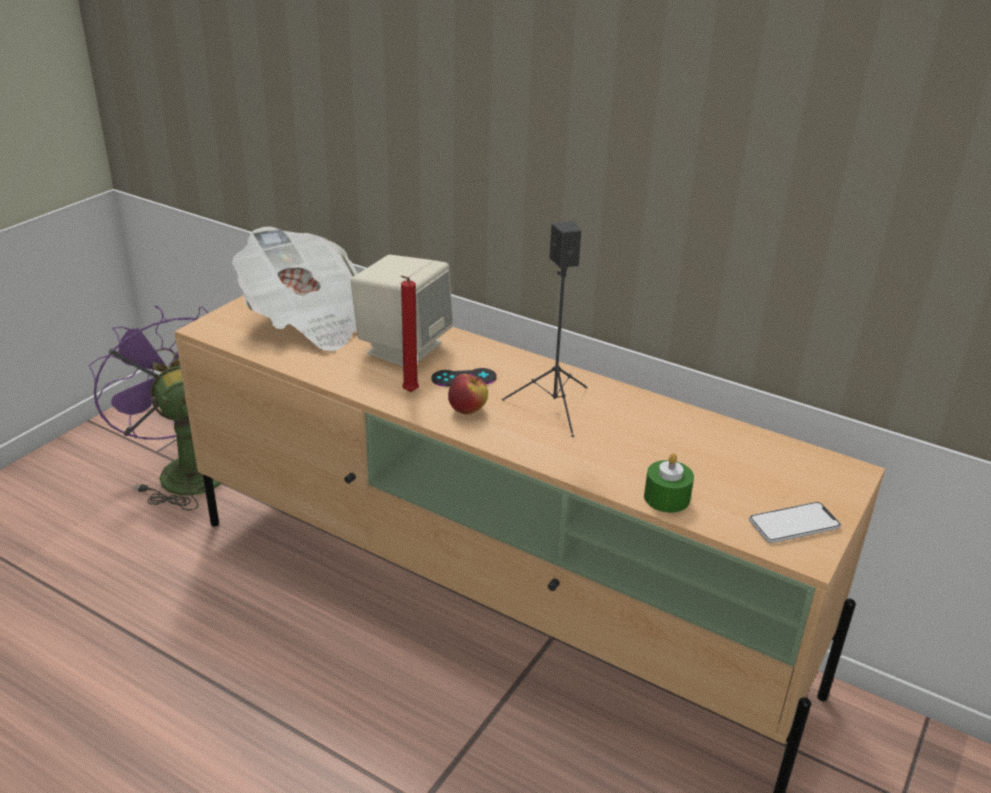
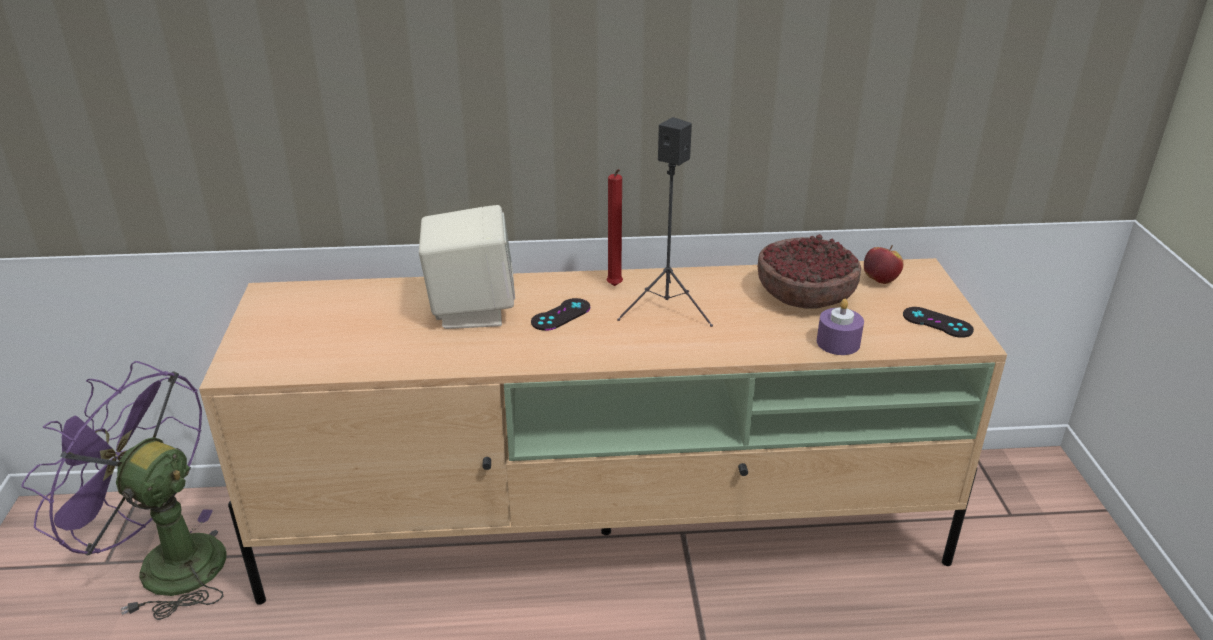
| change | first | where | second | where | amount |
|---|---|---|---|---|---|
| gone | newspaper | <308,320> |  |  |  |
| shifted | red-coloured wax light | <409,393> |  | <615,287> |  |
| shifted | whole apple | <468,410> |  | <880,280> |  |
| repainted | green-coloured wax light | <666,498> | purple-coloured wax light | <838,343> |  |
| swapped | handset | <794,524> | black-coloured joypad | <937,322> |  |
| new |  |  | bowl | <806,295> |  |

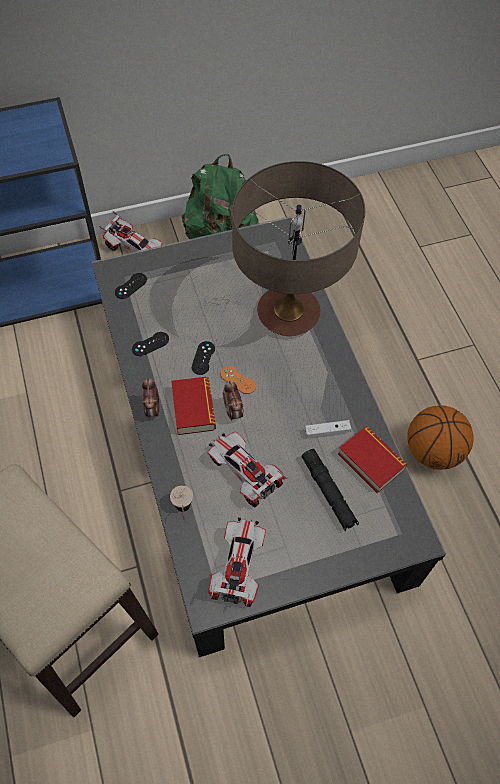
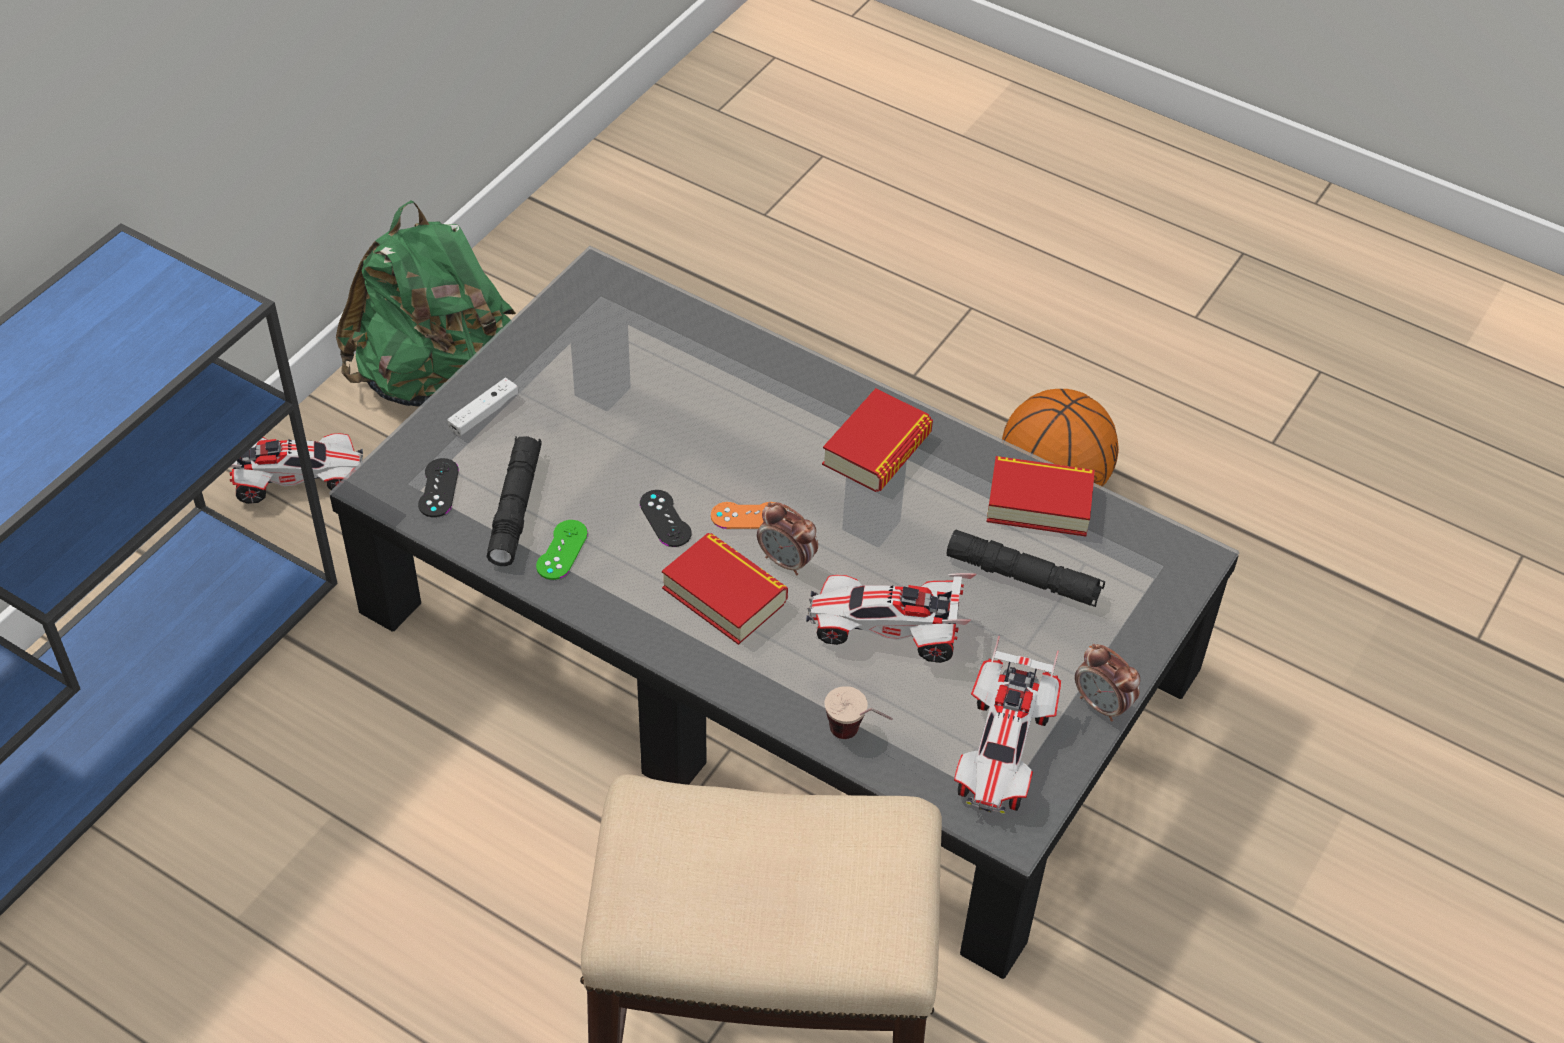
| change | first | where | second | where | amount |
|---|---|---|---|---|---|
| repainted | black-coloured joypad | <150,344> | green-coloured joypad | <562,550> |  |
| shifted | bedside clock | <152,409> |  | <1102,705> |  |
| rotated | model car | <238,567> |  | <1003,751> | 135 degrees counterclockwise |
| gone | tabletop lamp | <288,314> |  |  |  |
| shifted | white-coloured joypad | <327,431> |  | <484,413> |  |
| new |  |  | black-coloured flashlight | <515,507> |  |
| new |  |  | volume | <877,449> |  |

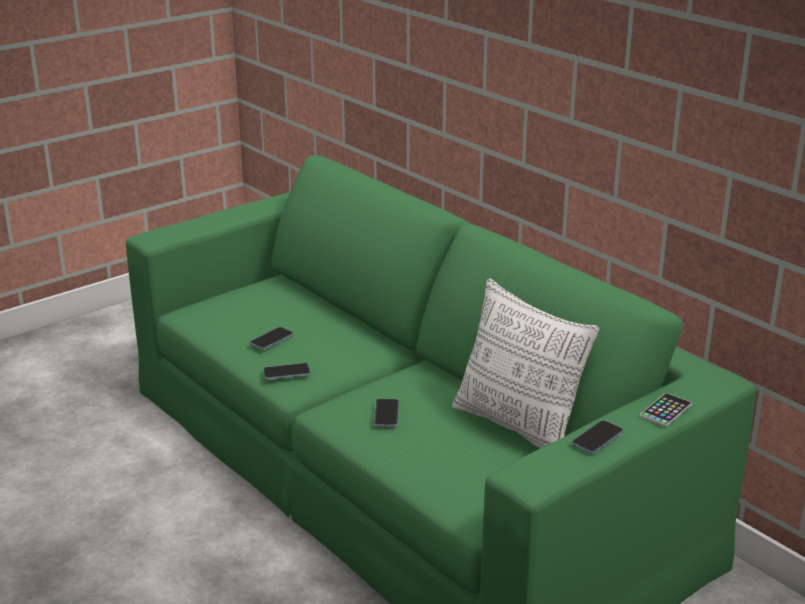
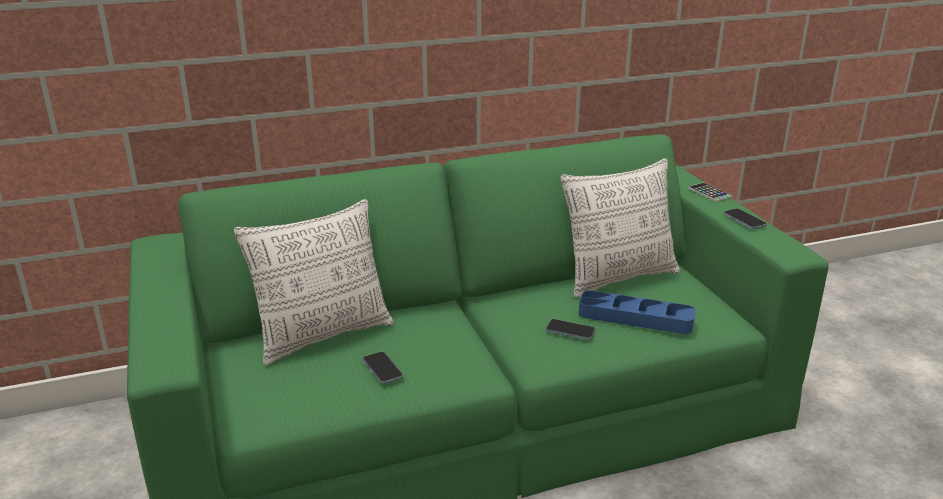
| change | first | where | second | where | amount |
|---|---|---|---|---|---|
| gone | handset | <286,373> |  |  |  |
| new |  |  | pillow | <323,335> |  |
| new |  |  | blue carrying tray | <635,318> |  |

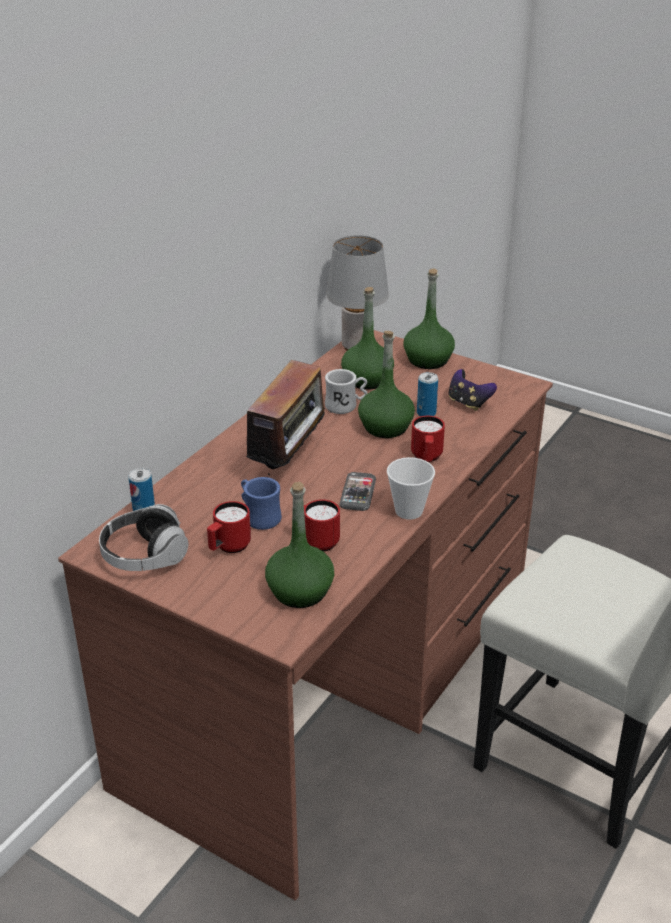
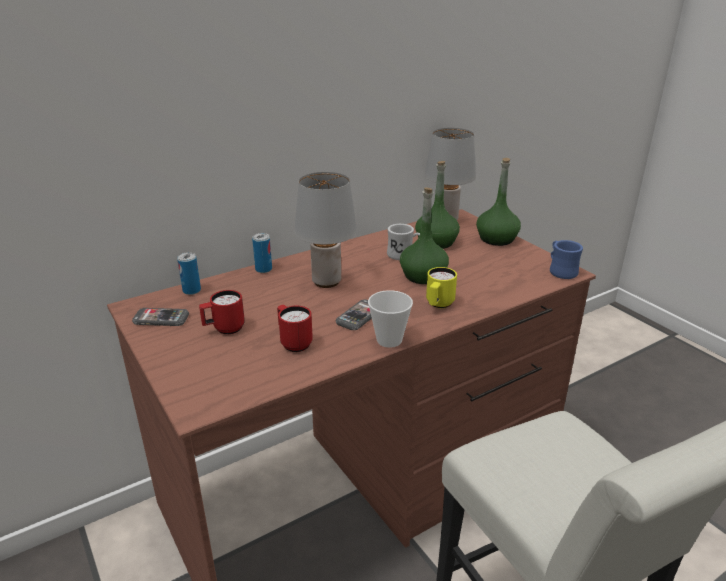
| change | first | where | second | where | amount |
|---|---|---|---|---|---|
| swapped | pair of headphones | <144,556> | handset | <161,319> |  |
| swapped | radio | <289,461> | gray tabletop lamp | <327,282> |  |
| shifted | blue mug | <259,517> |  | <560,271> |  |
| gone | green-coloured beverage bottle | <300,591> |  |  |  |
| repainted | red-coloured mug | <426,458> | yellowish mug | <438,305> |  |
| shifted | sealed can | <426,413> |  | <263,269> |  |
| gone | joypad | <468,403> |  |  |  |

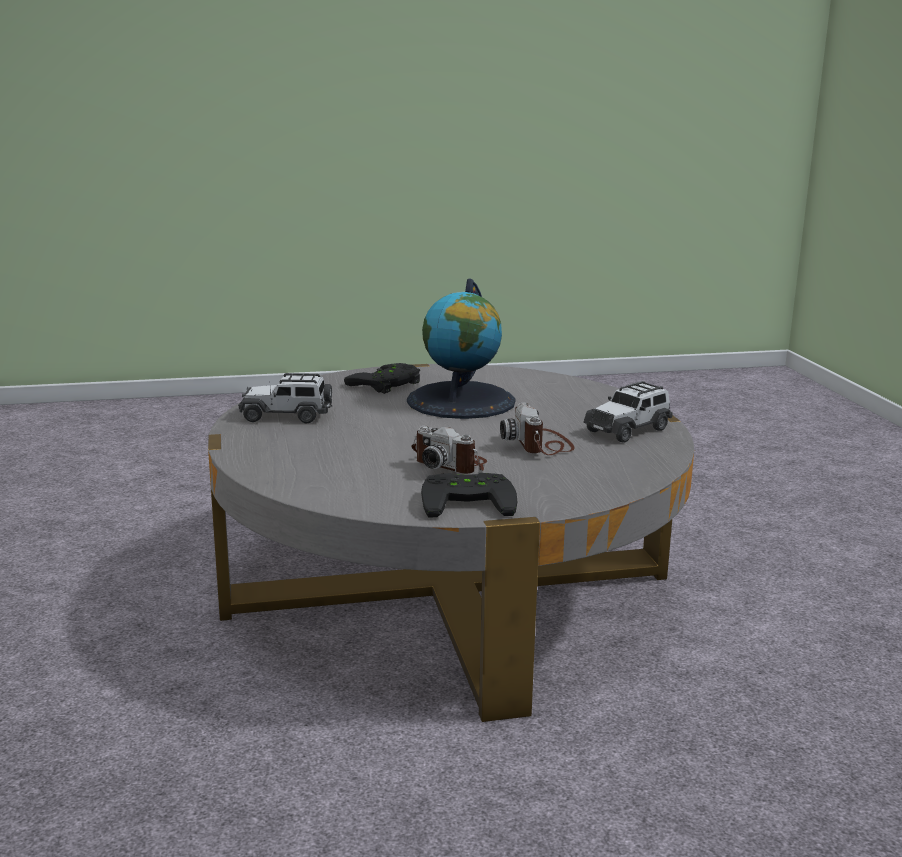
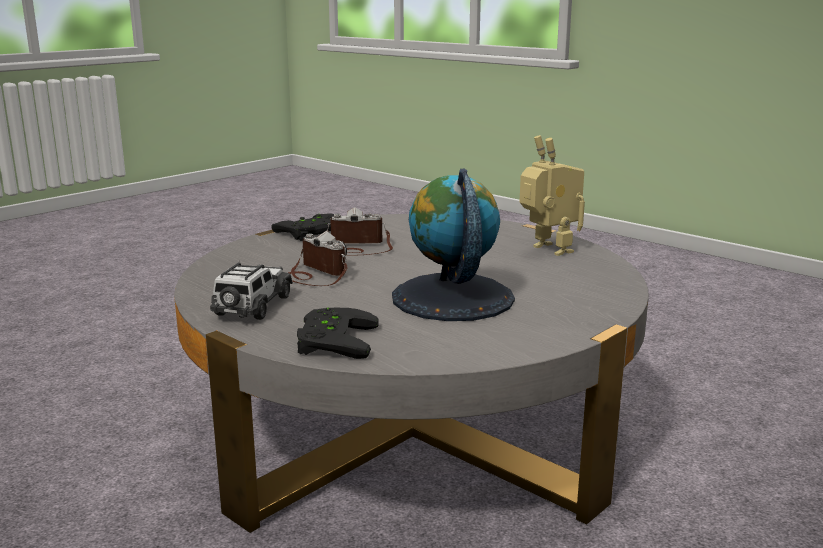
| change | first | where | second | where | amount |
|---|---|---|---|---|---|
| swapped | model car | <286,416> | model robot | <548,250> |  |
| shifted | black-coloured joypad | <387,384> |  | <331,340> |  |

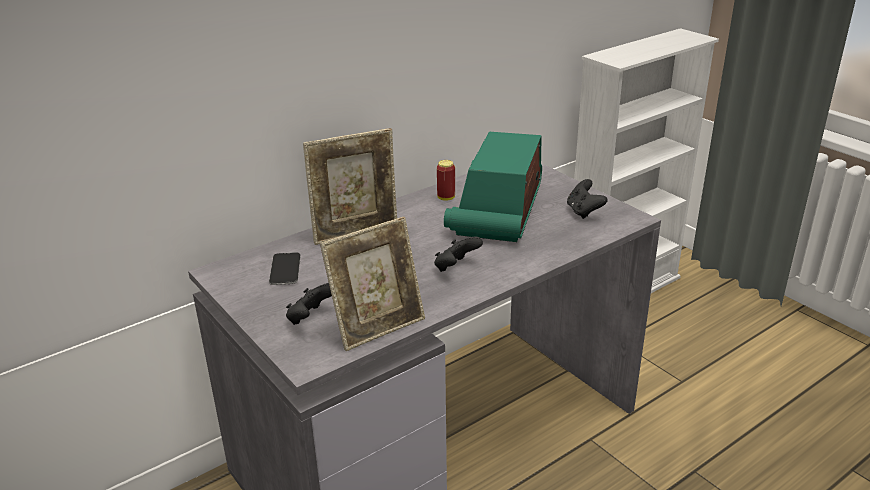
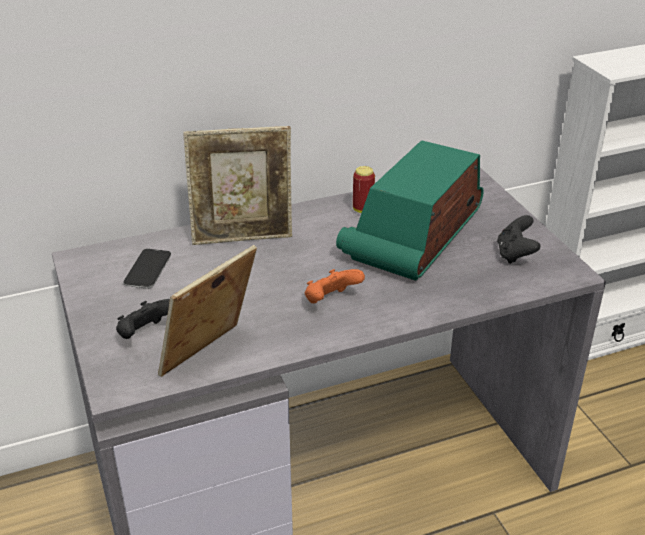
| change | first | where | second | where | amount |
|---|---|---|---|---|---|
| rotated | picture frame | <377,326> |  | <210,358> | 150 degrees clockwise |
| repainted | black-coloured joypad | <456,268> | orangey joypad | <331,301> |  |

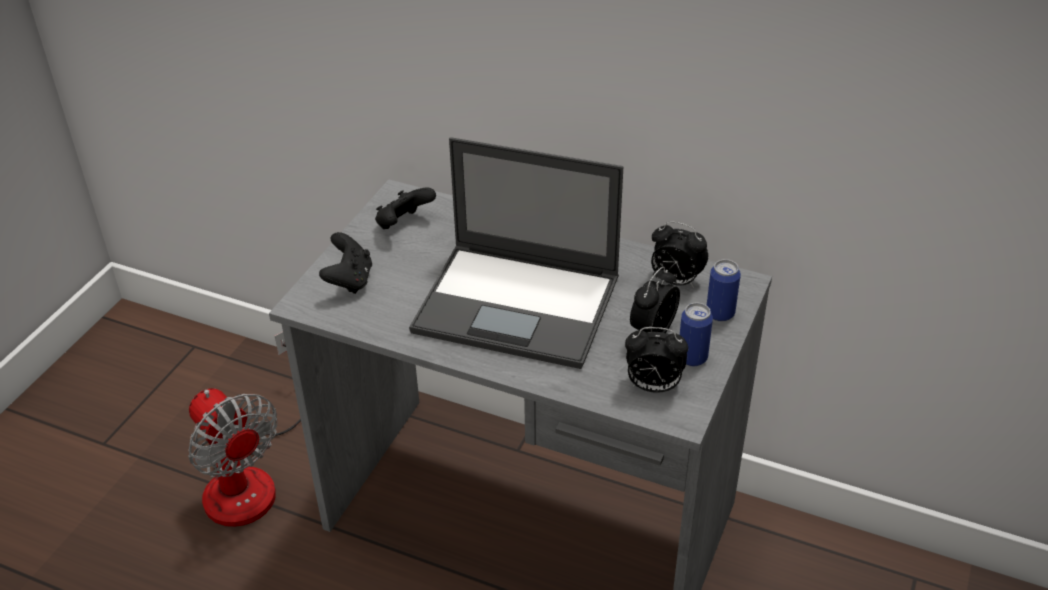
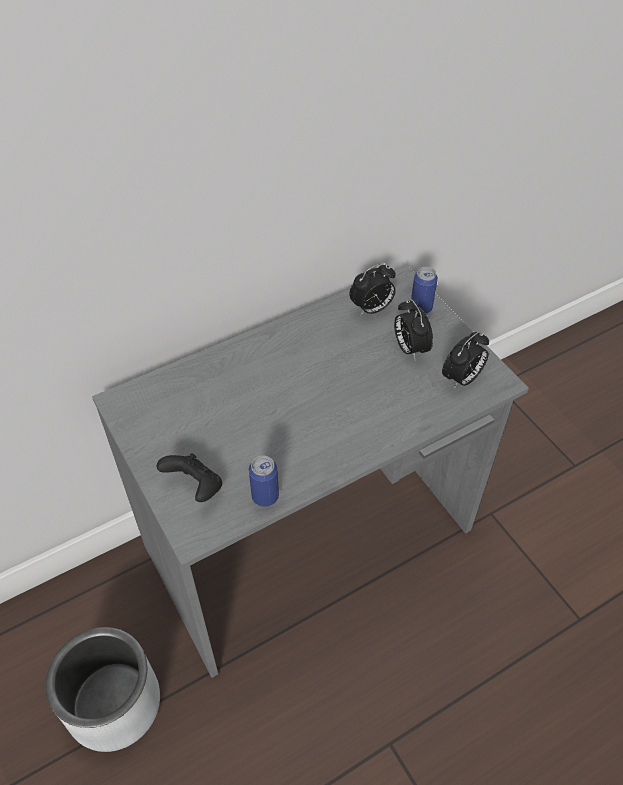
| change | first | where | second | where | amount |
|---|---|---|---|---|---|
| swapped | cooling fan | <250,476> | gray flower pot | <113,703> |  |
| gone | black-coloured joypad | <403,224> |  |  |  |
| gone | portable computer | <519,305> |  |  |  |
| shifted | sealed can | <692,357> |  | <265,496> |  |

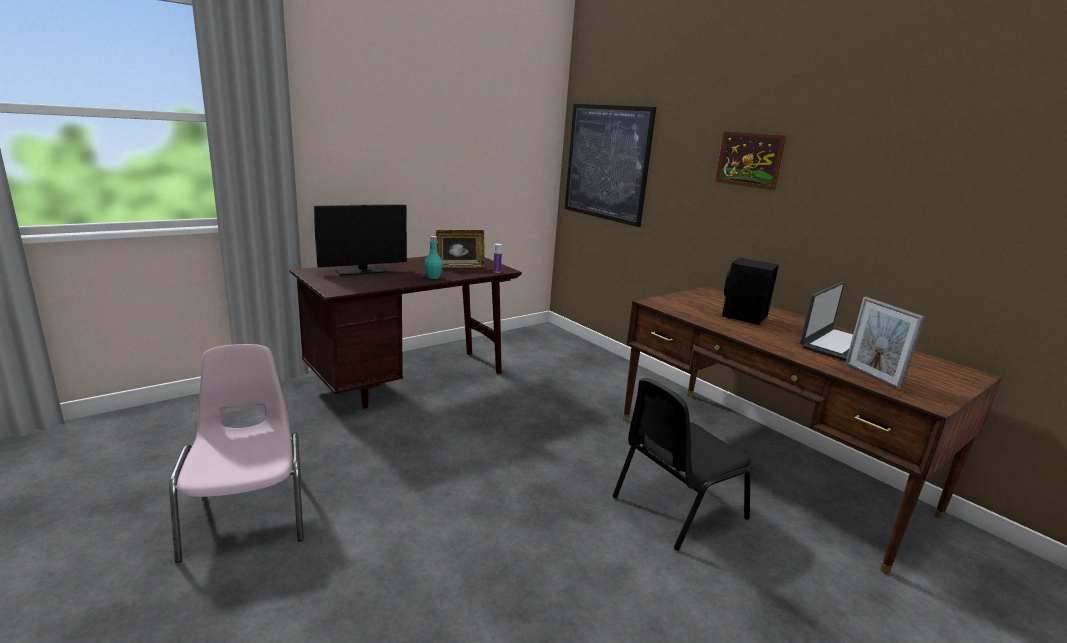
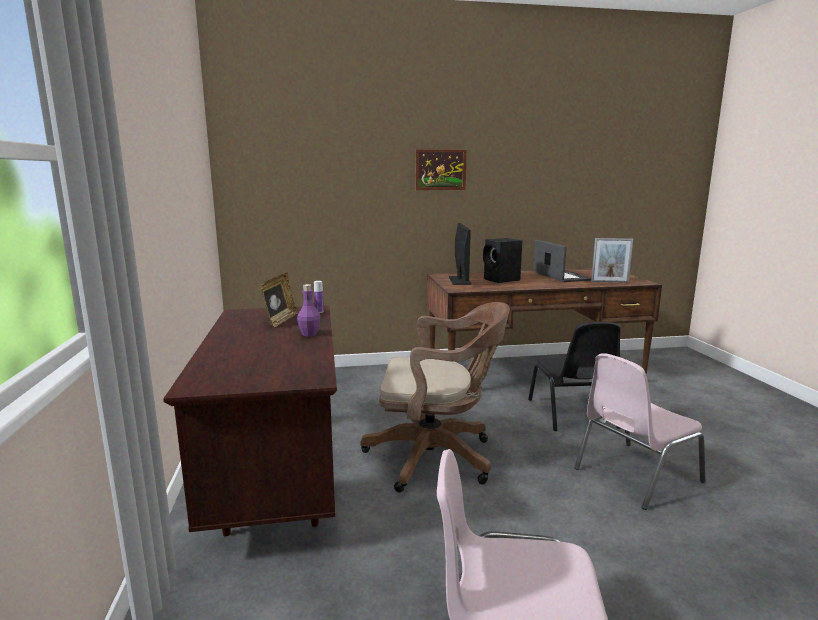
| change | first | where | second | where | amount |
|---|---|---|---|---|---|
| shifted | computer screen | <362,271> |  | <459,280> |  |
| repainted | turquoise-coloured beverage bottle | <433,277> | purple-coloured beverage bottle | <309,334> |  |
| gone | picture | <607,163> |  |  |  |
| new |  |  | brownish desk chair | <437,457> |  |
| new |  |  | pink chair | <634,475> |  |

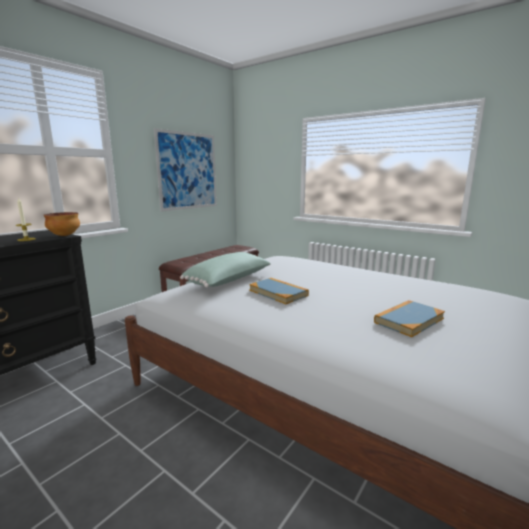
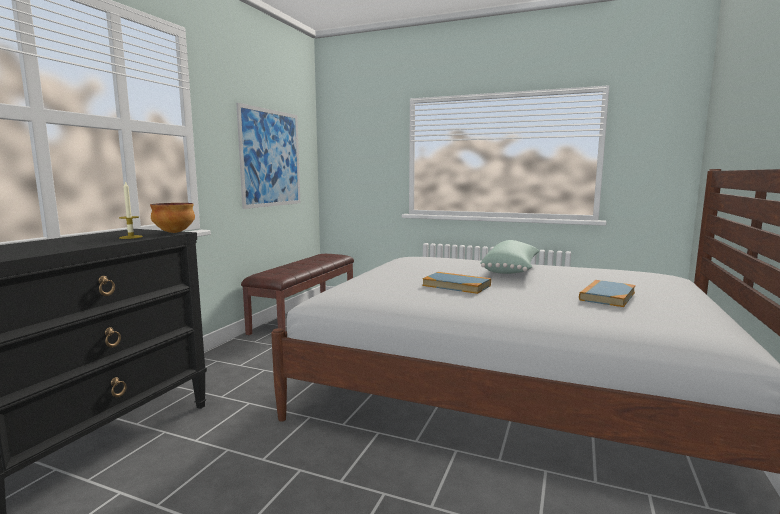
| change | first | where | second | where | amount |
|---|---|---|---|---|---|
| shifted | green-coloured pillow | <229,281> |  | <512,270> |  |

